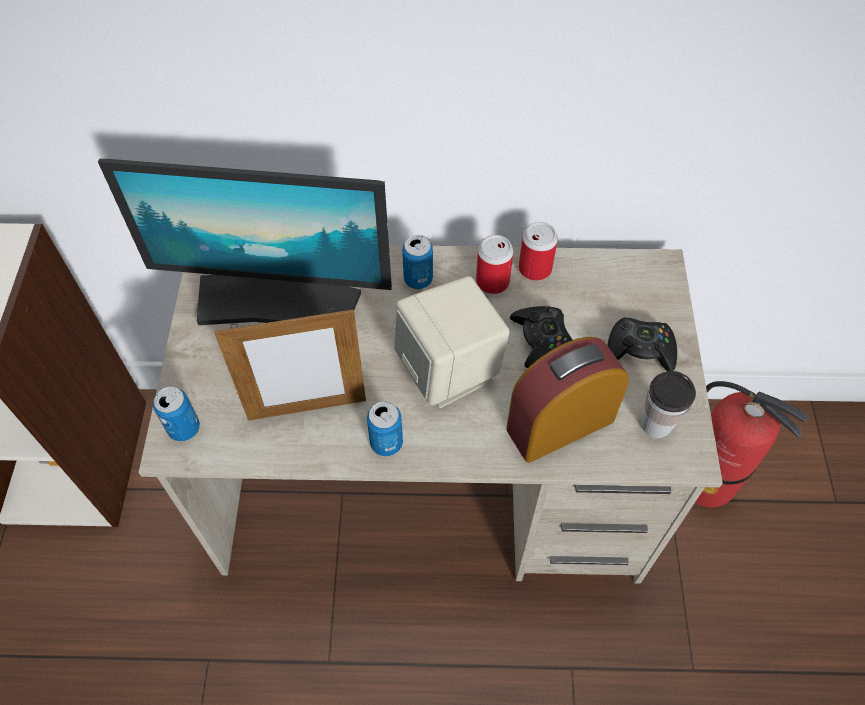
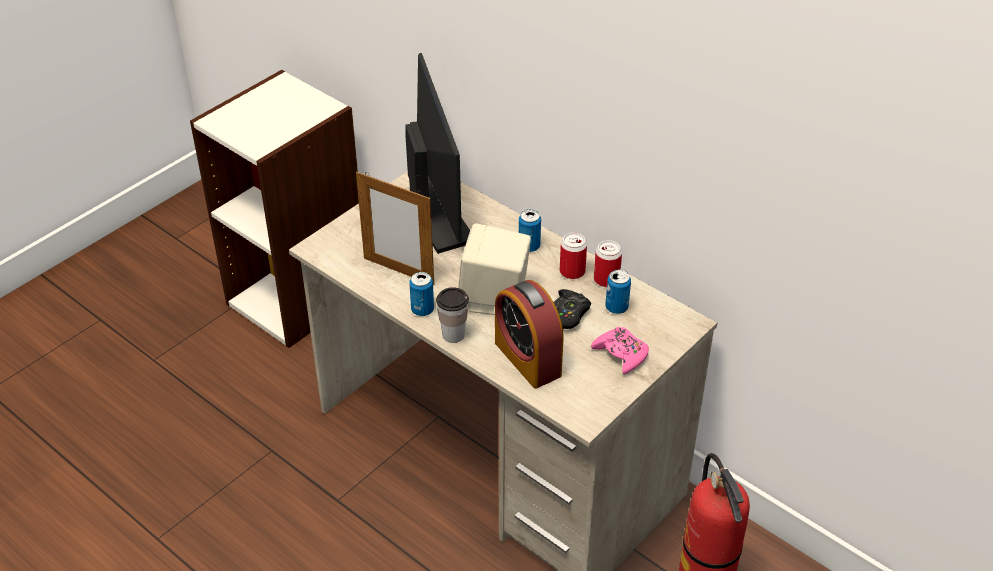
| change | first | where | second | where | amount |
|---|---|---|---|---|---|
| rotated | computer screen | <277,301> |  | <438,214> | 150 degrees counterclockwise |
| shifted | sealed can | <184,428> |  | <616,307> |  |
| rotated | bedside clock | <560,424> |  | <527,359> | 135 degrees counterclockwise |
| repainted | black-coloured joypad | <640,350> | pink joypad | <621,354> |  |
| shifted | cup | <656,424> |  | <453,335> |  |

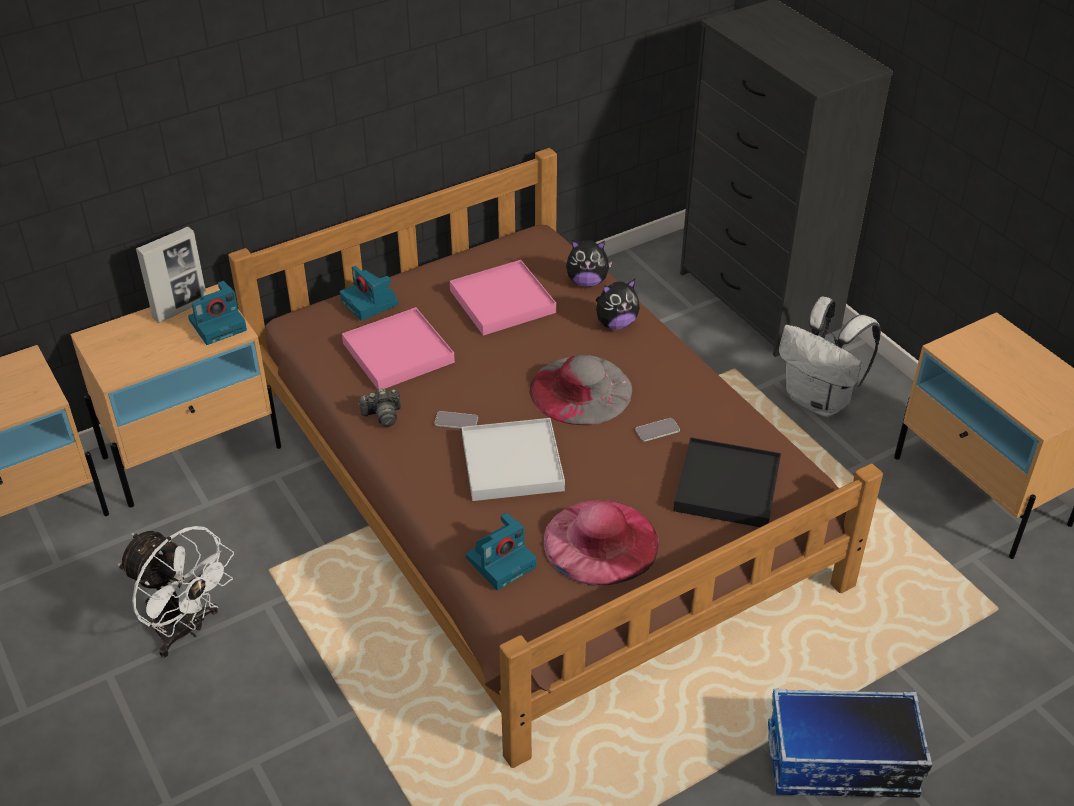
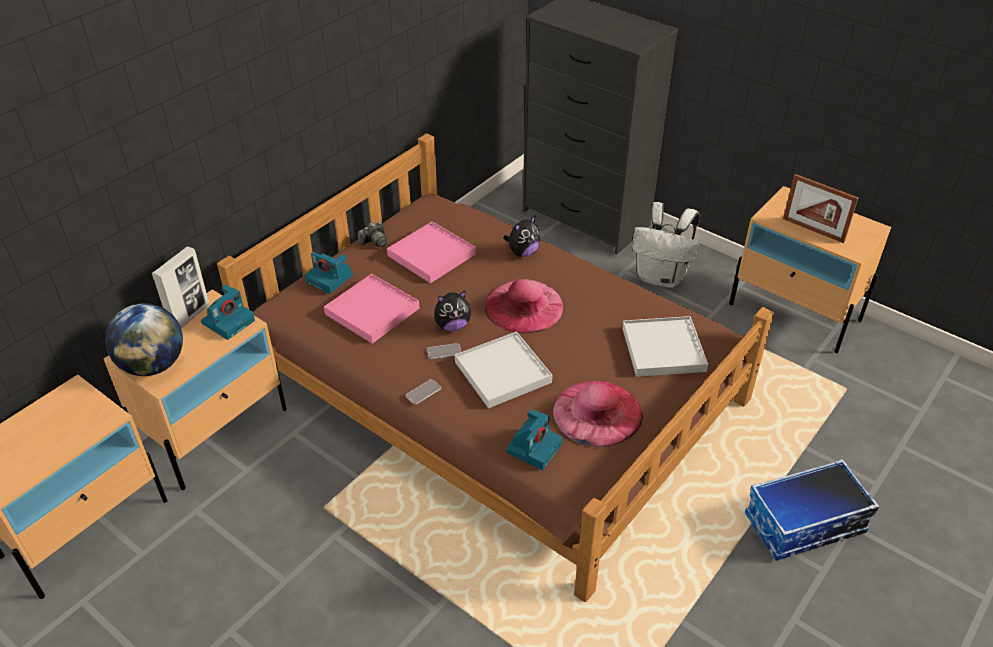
| change | first | where | second | where | amount |
|---|---|---|---|---|---|
| gone | white-coloured cooling fan | <186,630> |  |  |  |
| shifted | still camera | <382,415> |  | <374,242> |  |
| repainted | gray wearable hat | <581,390> | pink wearable hat | <524,306> |  |
| shifted | plush toy | <587,282> |  | <452,326> |  |
| shifted | handset | <657,430> |  | <423,392> |  |
| repainted | black-coloured carrying tray | <727,487> | white-coloured carrying tray | <663,349> |  |
| new |  |  | globe | <153,365> |  |
| new |  |  | picture frame | <813,230> |  |

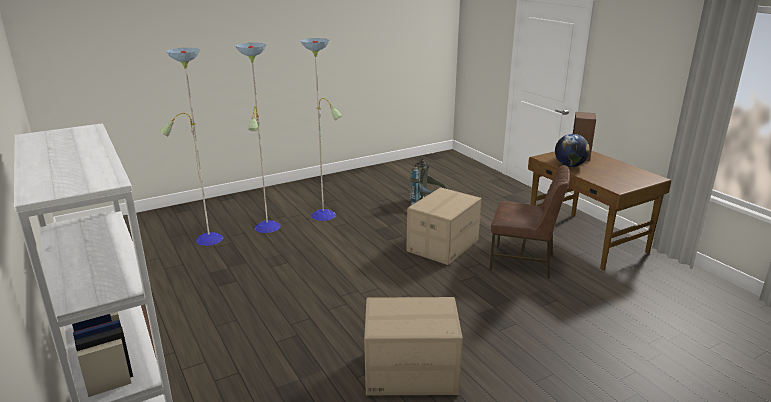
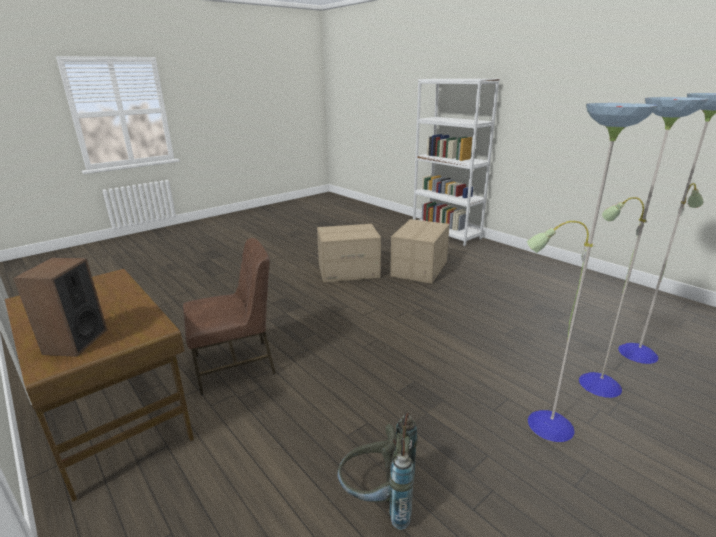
| change | first | where | second | where | amount |
|---|---|---|---|---|---|
| shifted | packing box | <442,245> |  | <419,269> |  |
| rotated | brownish chair | <523,262> |  | <236,365> | 150 degrees clockwise |
| gone | globe | <569,165> |  |  |  |

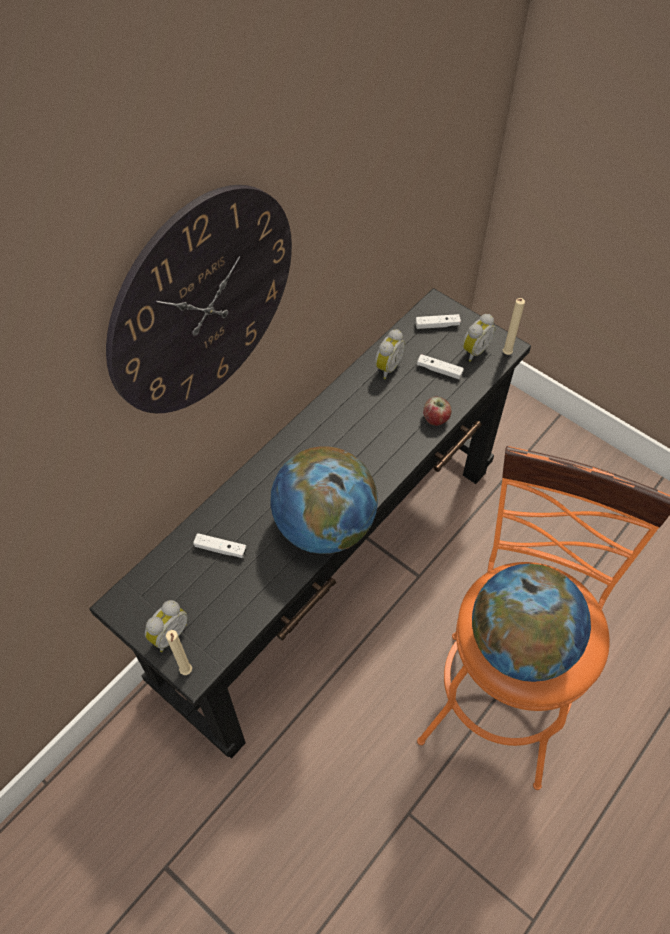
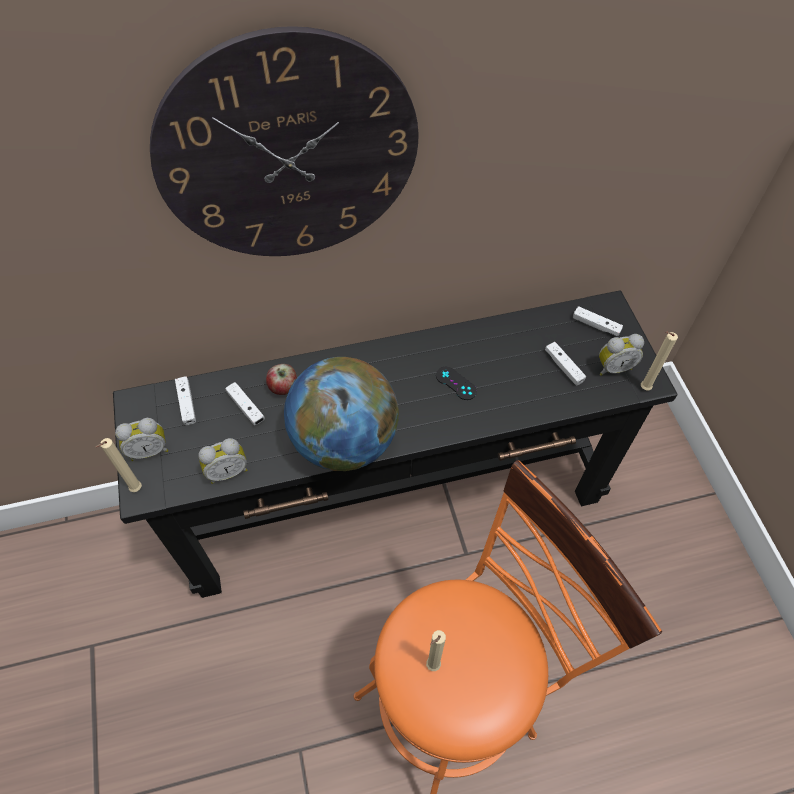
| change | first | where | second | where | amount |
|---|---|---|---|---|---|
| shifted | bedside clock | <386,367> |  | <227,471> |  |
| shifted | whole apple | <436,418> |  | <283,387> |  |
| swapped | globe | <520,643> | beige wax light | <431,667> |  |
| new |  |  | white-coloured joypad | <187,404> |  |
| new |  |  | black-coloured joypad | <456,383> |  |

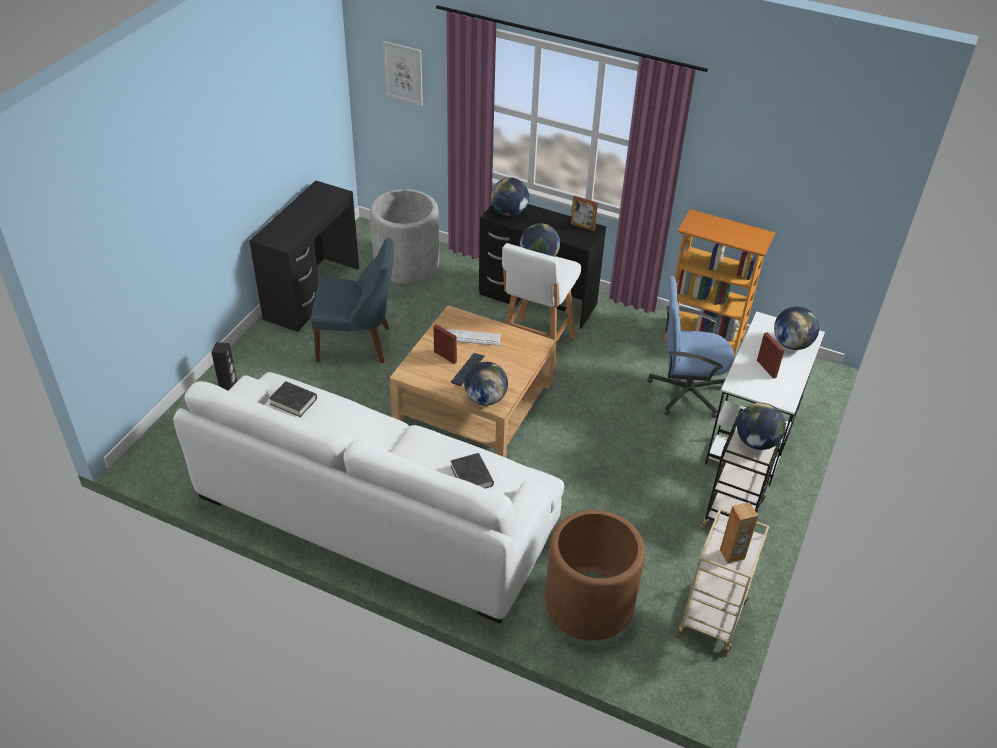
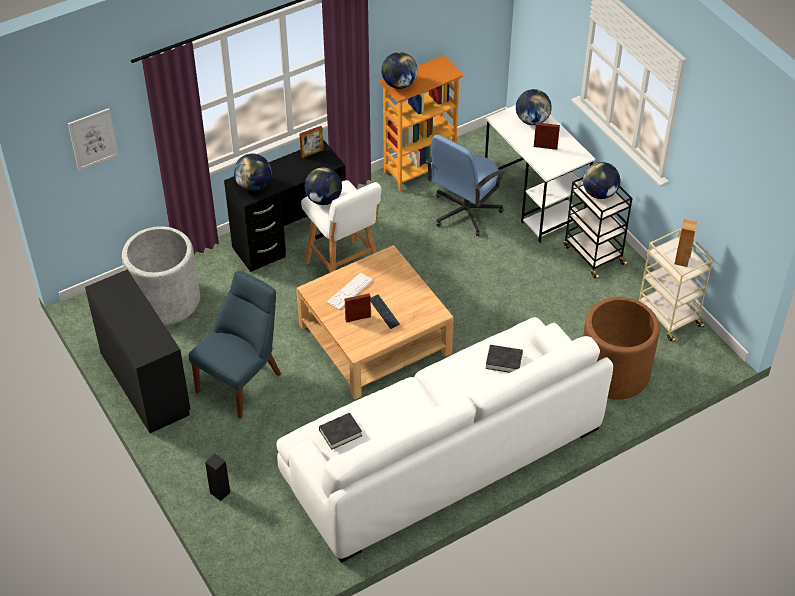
| change | first | where | second | where | amount |
|---|---|---|---|---|---|
| shifted | globe | <485,399> |  | <399,84> |  |

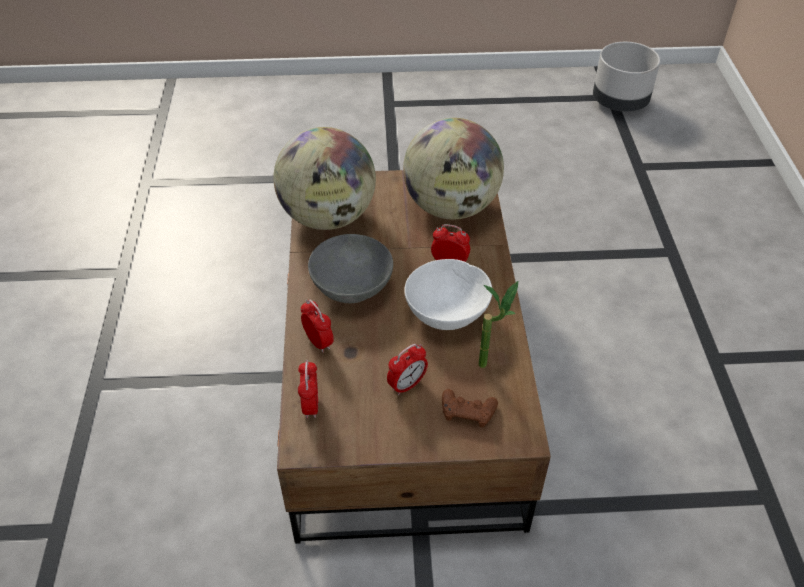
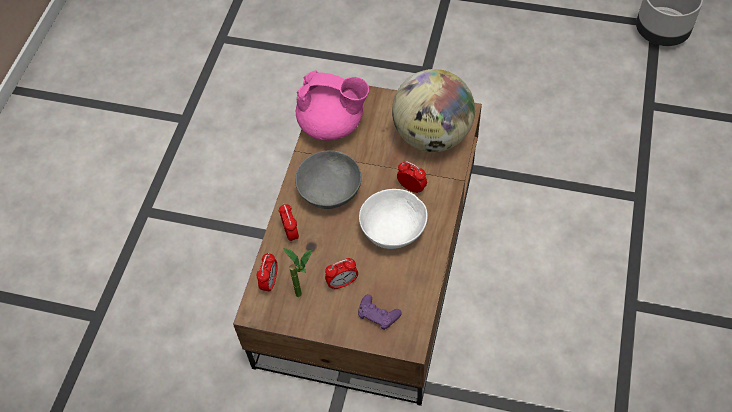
| change | first | where | second | where | amount |
|---|---|---|---|---|---|
| swapped | globe | <328,217> | pink tea pot | <332,125> |  |
| repainted | brownish joypad | <467,411> | purple-coloured joypad | <378,314> |  |
| shifted | houseplant | <491,363> |  | <305,294> |  |

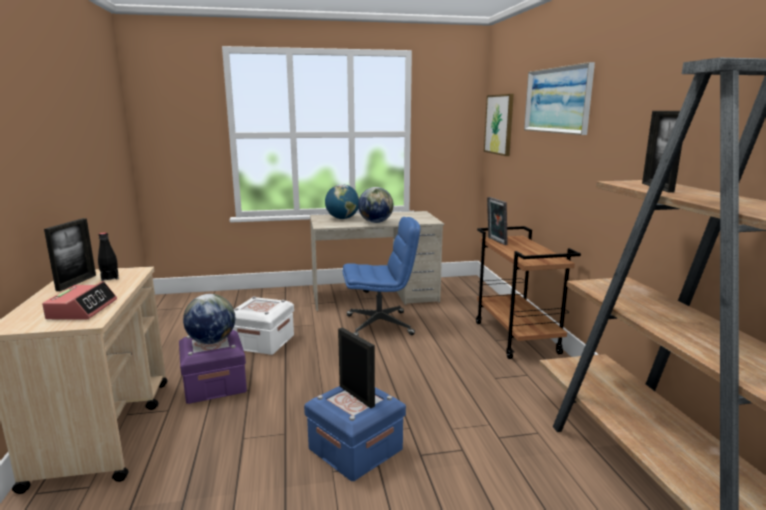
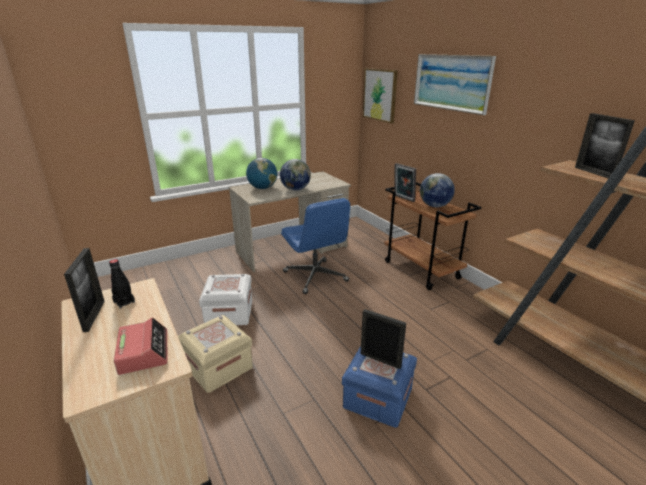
| change | first | where | second | where | amount |
|---|---|---|---|---|---|
| repainted | purple-coloured storage bin | <214,384> | beige storage bin | <218,367> |  |
| shifted | globe | <211,341> |  | <434,206> |  |
| rotated | blue desk chair | <380,325> |  | <316,277> | 90 degrees clockwise |

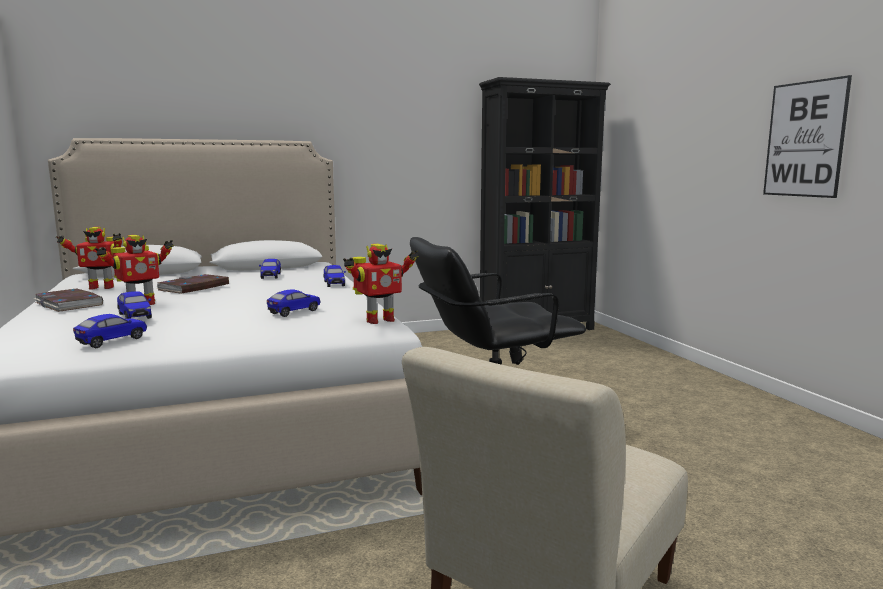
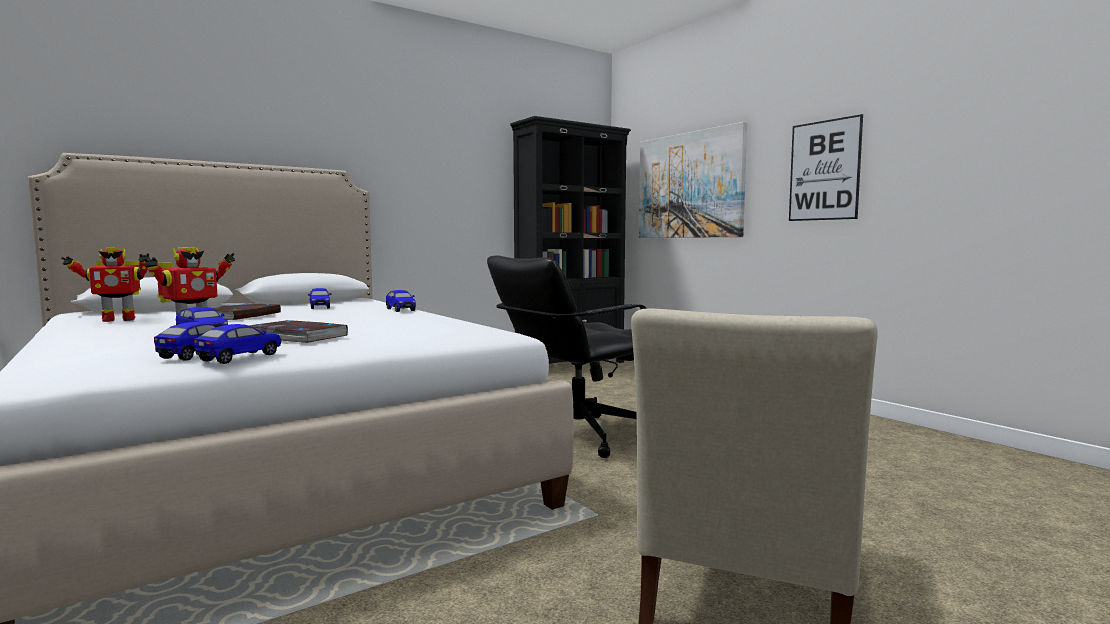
| change | first | where | second | where | amount |
|---|---|---|---|---|---|
| shifted | volume | <69,304> |  | <298,336> |  |
| shifted | model car | <294,312> |  | <240,357> |  |
| gone | model robot | <378,320> |  |  |  |
| new |  |  | picture | <689,185> |  |

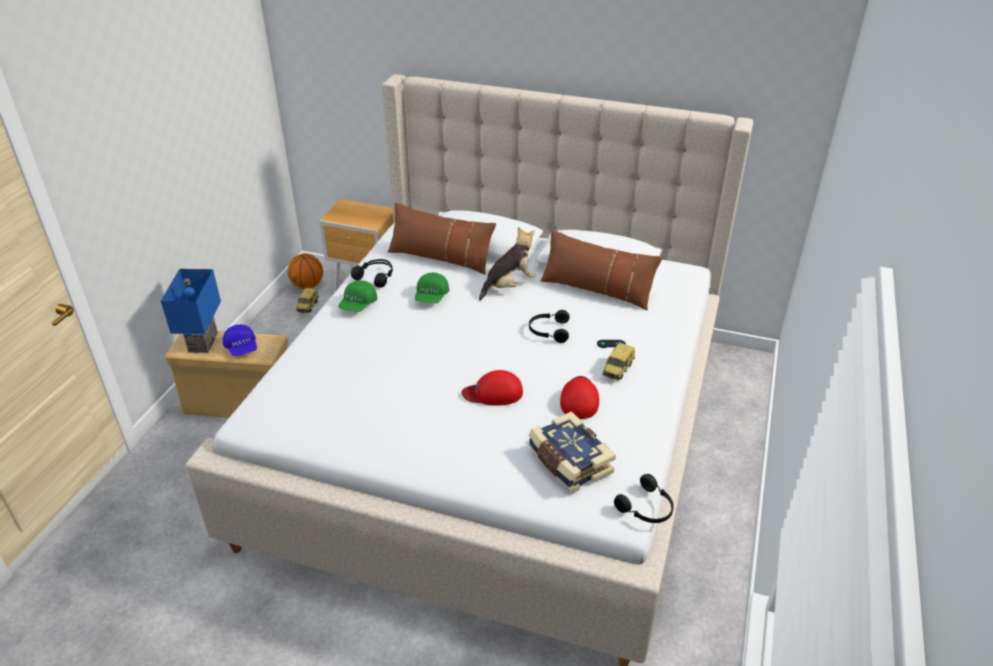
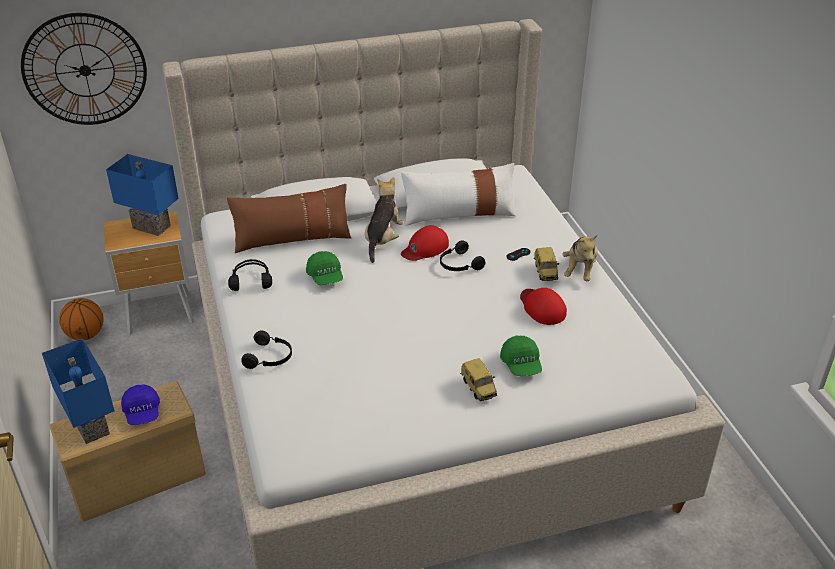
| change | first | where | second | where | amount |
|---|---|---|---|---|---|
| rotated | blue peaked cap | <242,348> |  | <142,413> | 45 degrees clockwise |
| shifted | model car | <308,307> |  | <479,388> |  |
| shifted | green-coloured peaked cap | <358,305> |  | <521,365> |  |
| shifted | red-coloured peaked cap | <493,393> |  | <425,248> |  |
| gone | volume | <568,462> |  |  |  |
| repainted | brownish pillow | <597,289> | white-coloured pillow | <459,214> |  |
| shifted | black-coloured pair of headphones | <647,508> |  | <270,357> |  |
| new |  |  | wall clock | <85,70> |  |
| new |  |  | blue tabletop lamp | <150,228> |  |
| new |  |  | plush toy | <580,270> |  |

